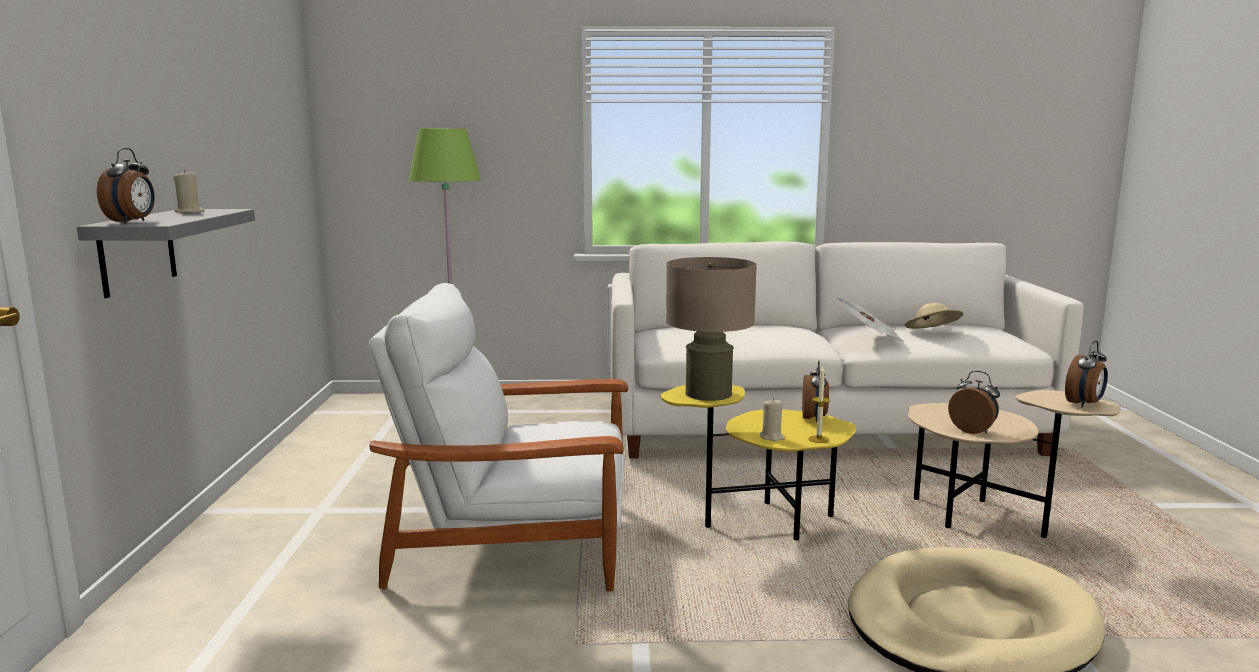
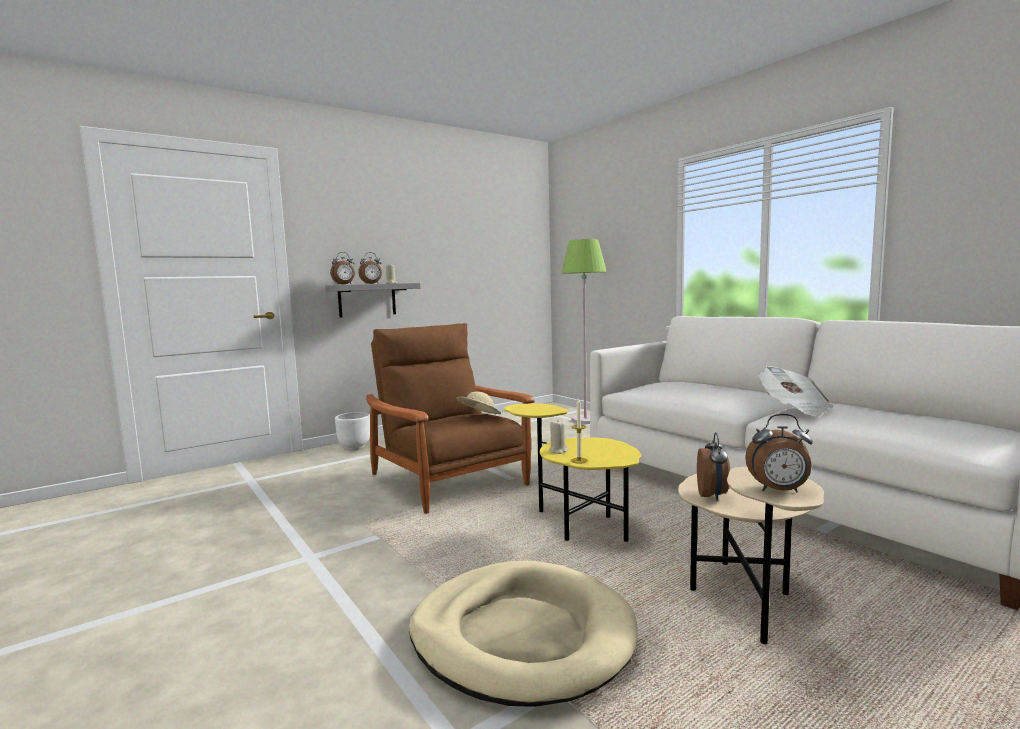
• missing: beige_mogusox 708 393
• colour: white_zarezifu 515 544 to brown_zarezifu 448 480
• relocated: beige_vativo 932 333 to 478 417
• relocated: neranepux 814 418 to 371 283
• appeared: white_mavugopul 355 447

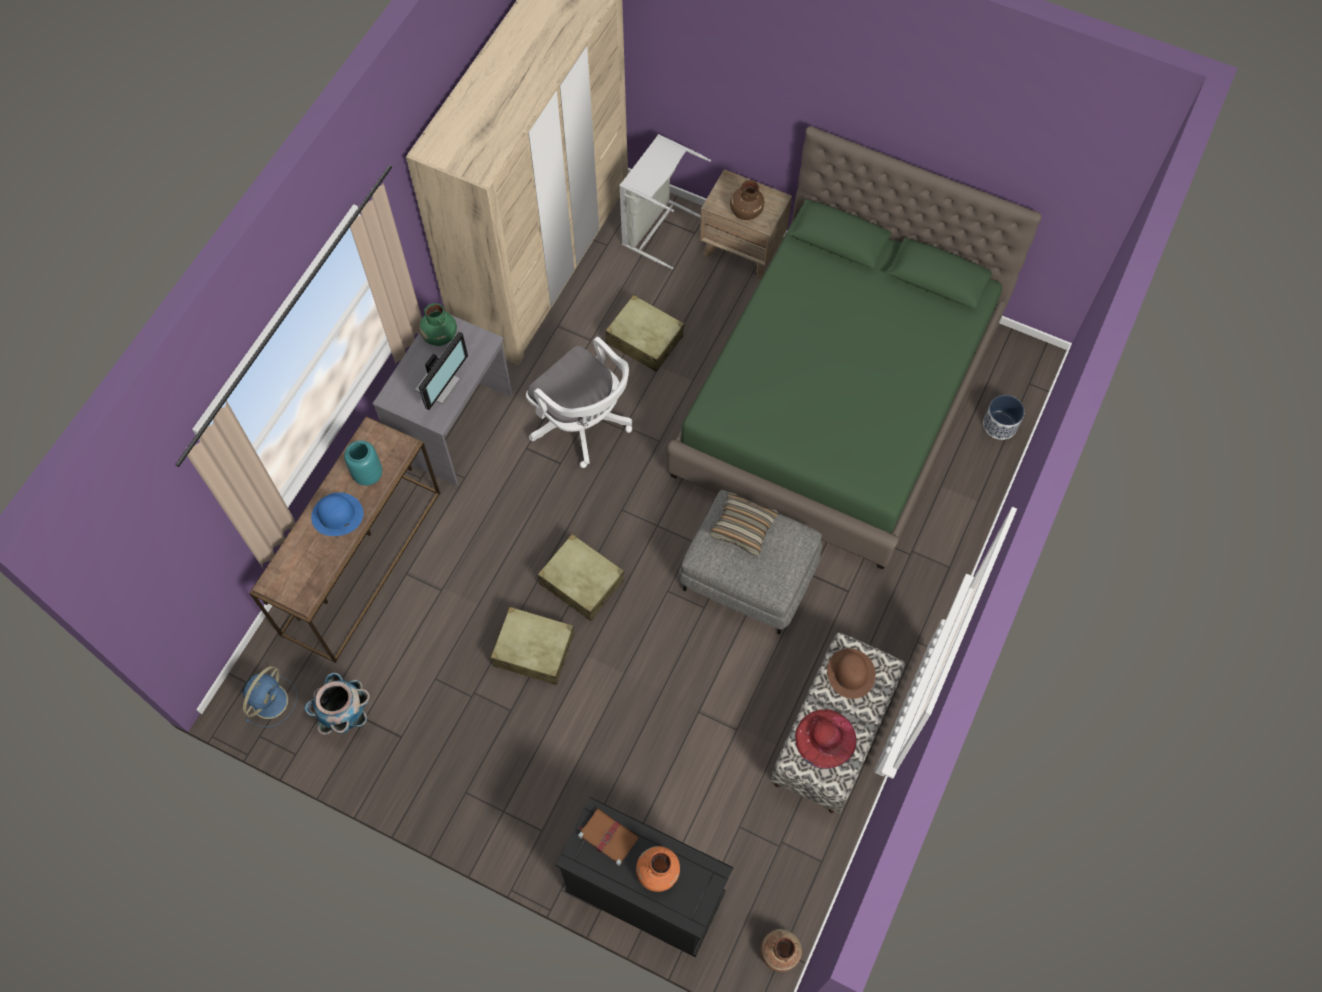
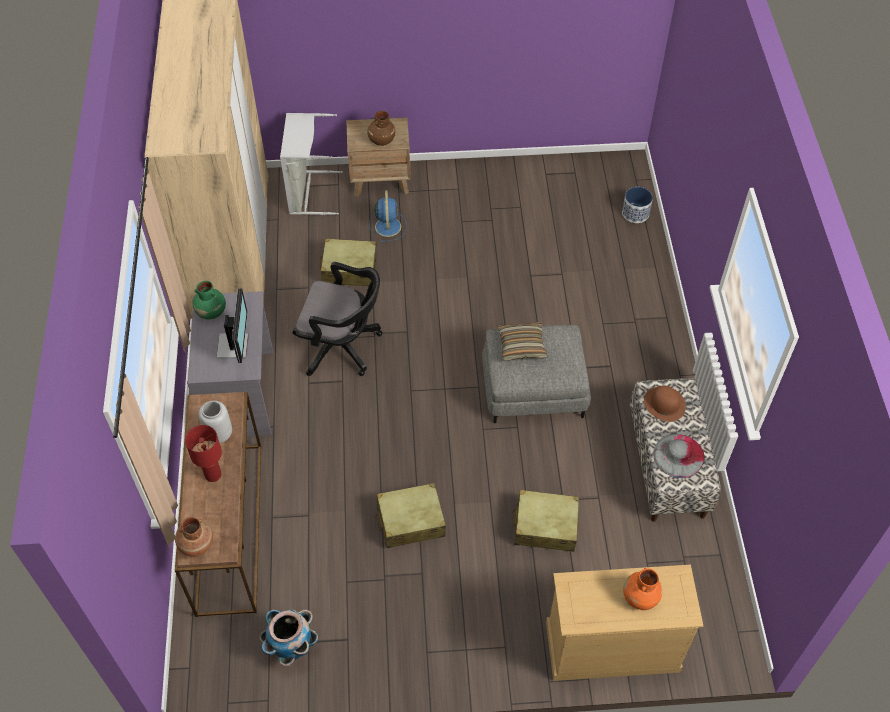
• missing: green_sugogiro 836 400
• colour: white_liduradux 584 425 to black_liduradux 342 346
• colour: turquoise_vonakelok 369 474 to grey_vonakelok 219 434
• exchanged: blue_vativo 337 515 to red_mogusox 213 475
• relocated: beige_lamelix 581 582 to 545 526
• relocated: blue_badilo 271 700 to 388 226
• colour: red_vativo 825 738 to grey_vativo 678 455
• colour: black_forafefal 645 891 to beige_forafefal 611 646
• missing: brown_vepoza 607 836
• relocated: brown_vonakelok 779 952 to 196 544

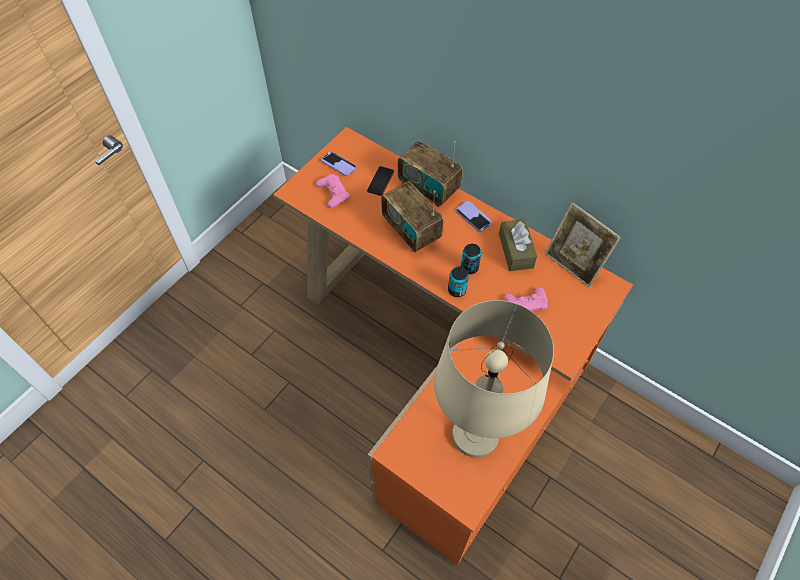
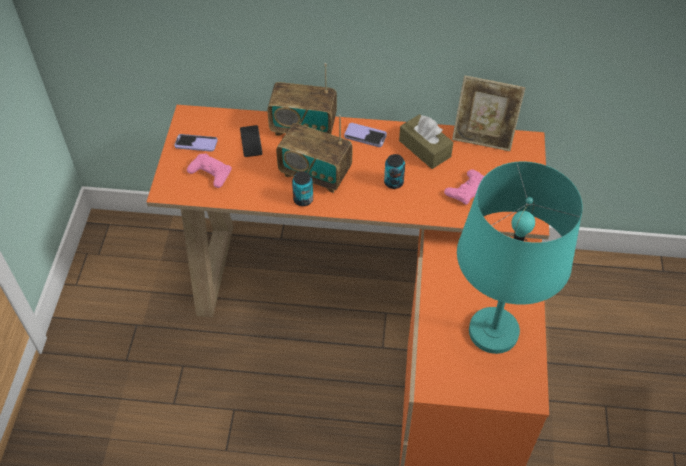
• relocated: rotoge 457 290 to 303 199
• colour: beige_mogusox 475 434 to turquoise_mogusox 493 331

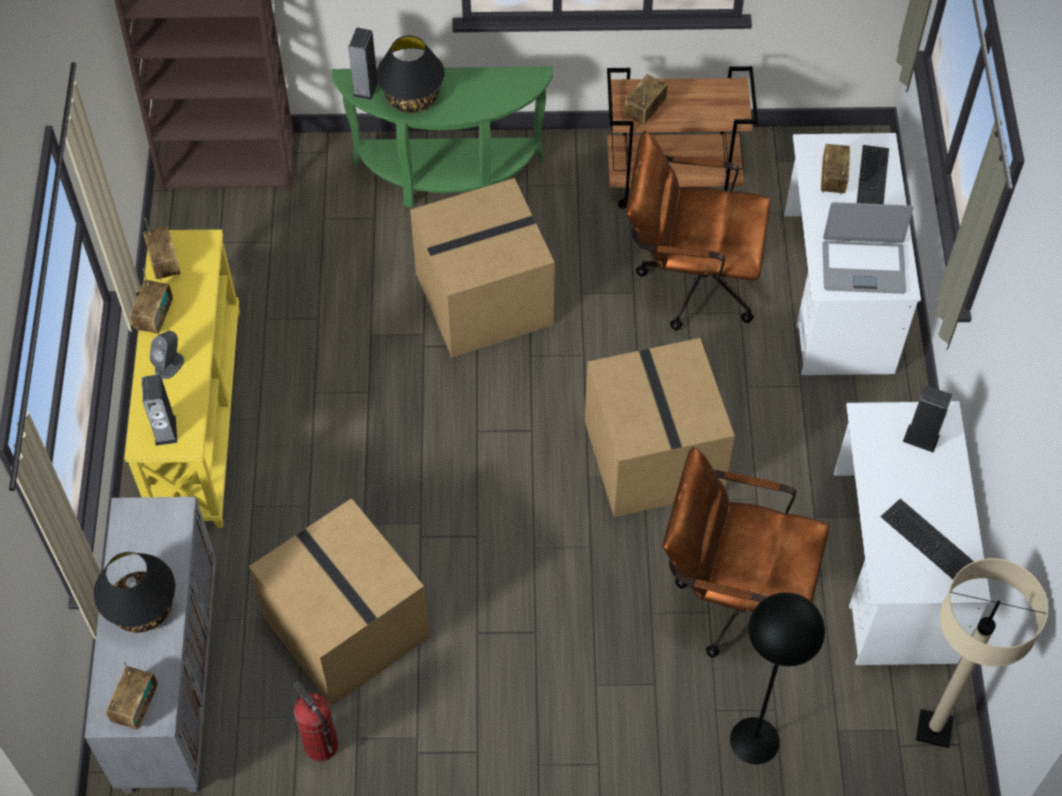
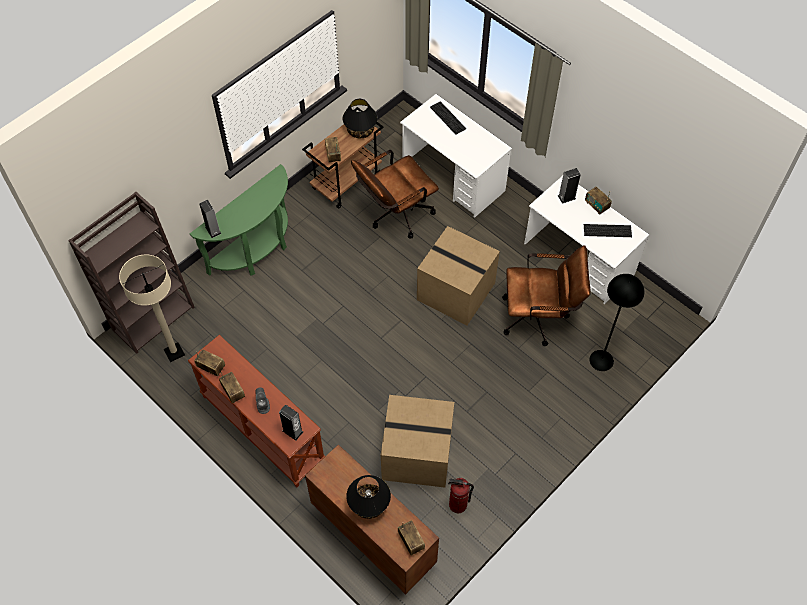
• relocated: black_mogusox 412 97 to 360 130
• relocated: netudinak 833 179 to 596 206
• missing: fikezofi 483 301
• missing: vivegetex 863 266
• colour: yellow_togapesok 196 415 to brown_togapesok 261 429
• spun: brown_liduradux 733 597 = 539 317 150 degrees counterclockwise
• colour: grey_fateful 169 679 to brown_fateful 372 536
• relocated: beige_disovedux 934 729 to 174 352

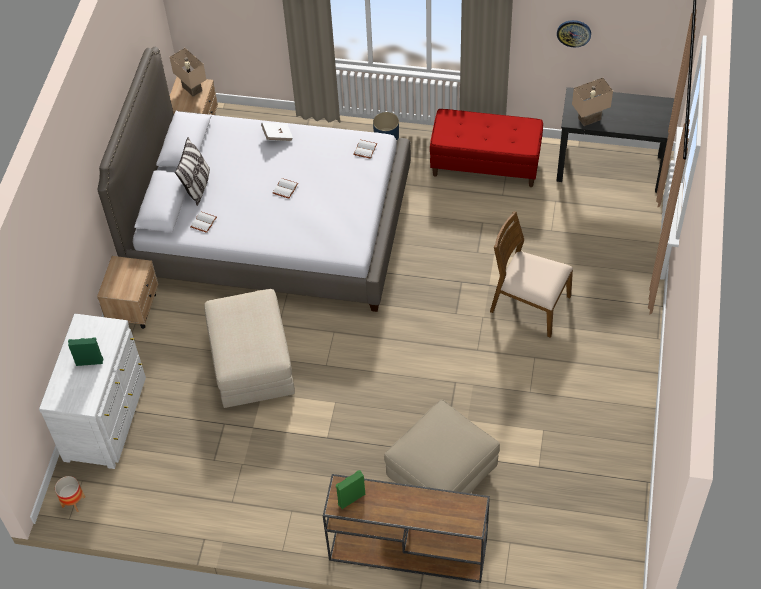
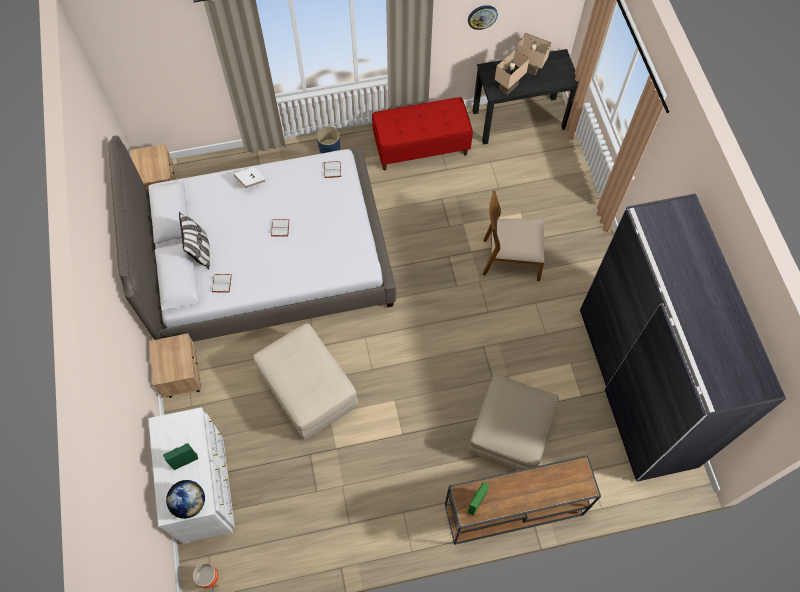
• relocated: beige_mogusox 191 89 to 528 69
• appeared: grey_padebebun 636 386
• appeared: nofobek 189 503

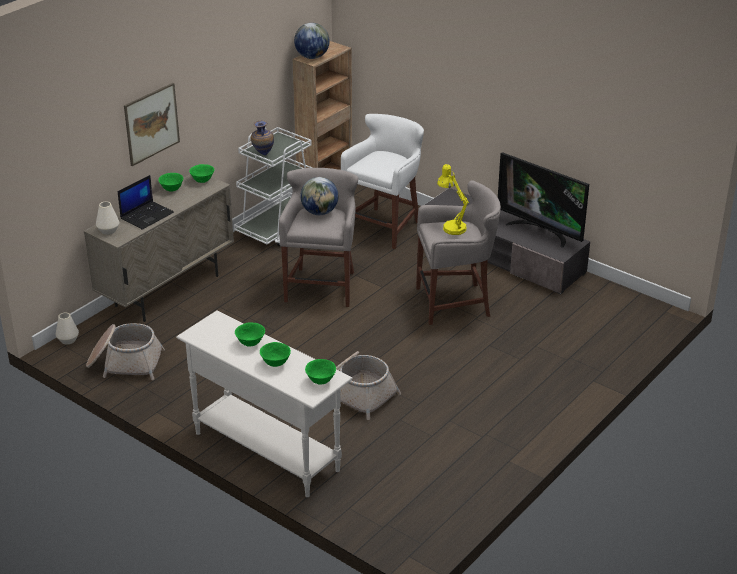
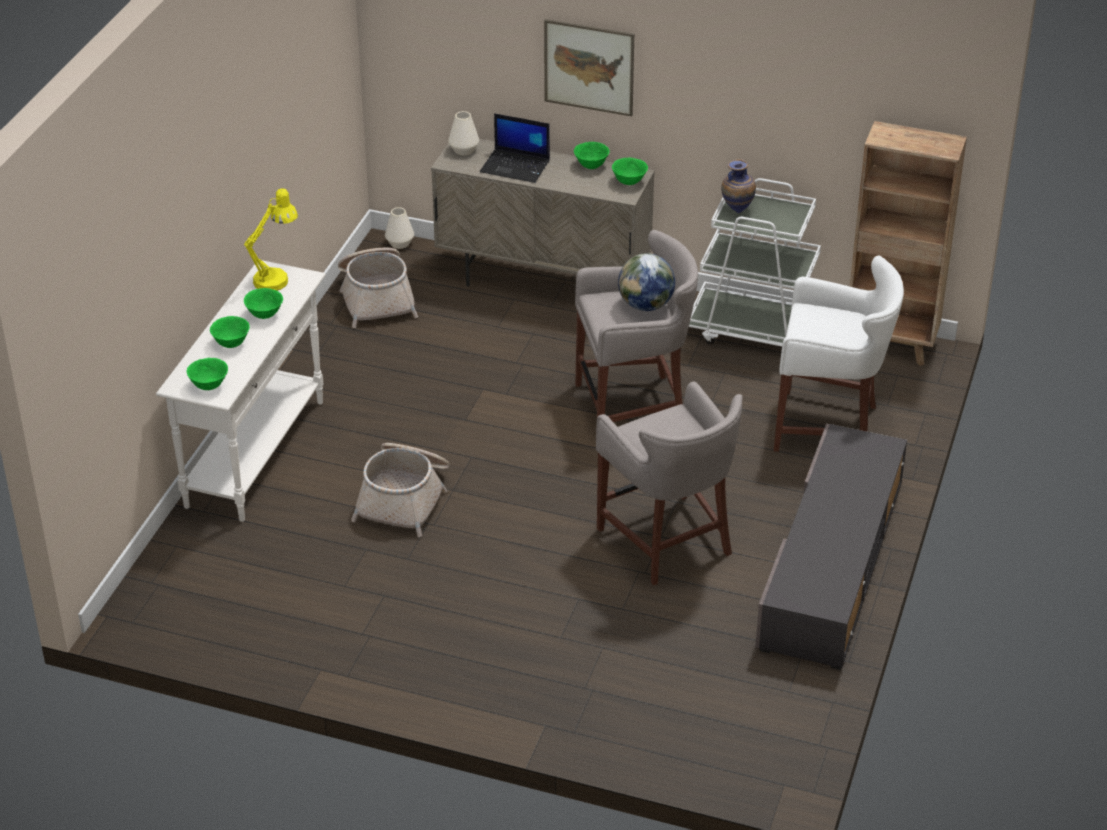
• missing: nofobek 312 57
• missing: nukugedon 541 231
• relocated: yellow_mogusox 451 226 to 276 278

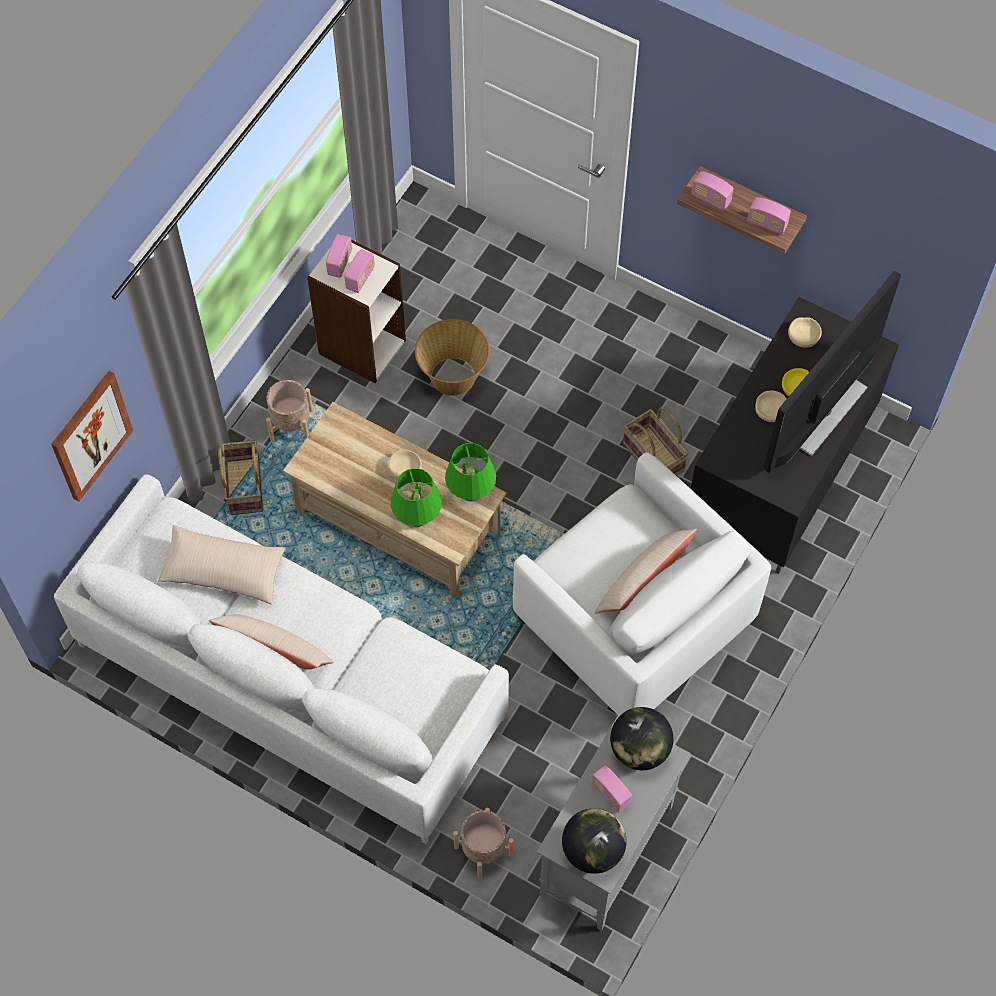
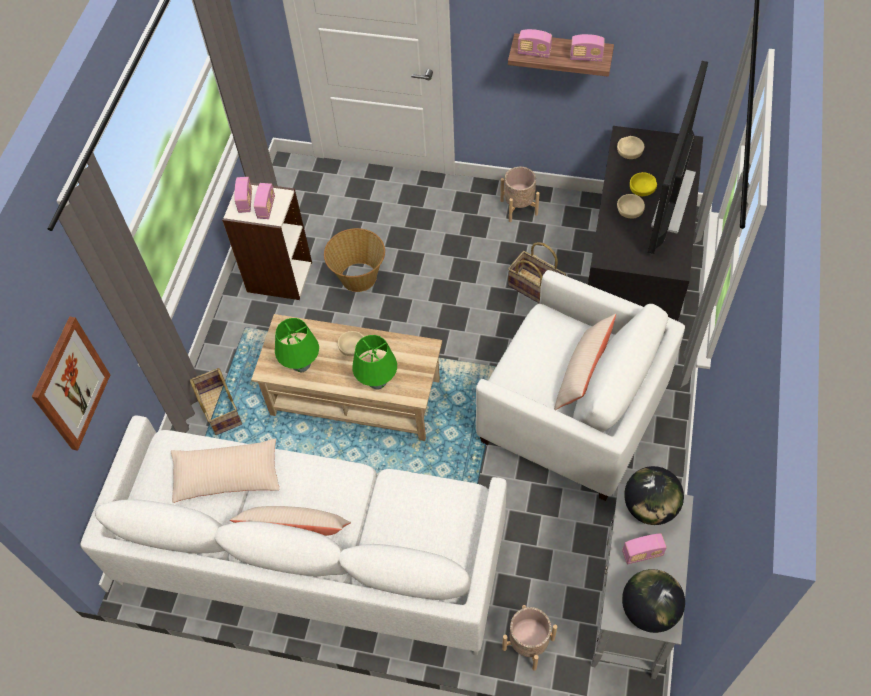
• relocated: beige_mavugopul 291 425 to 519 207
• relocated: green_mogusox 470 494 to 301 366
• spun: netudinak 610 793 = 642 554 45 degrees counterclockwise

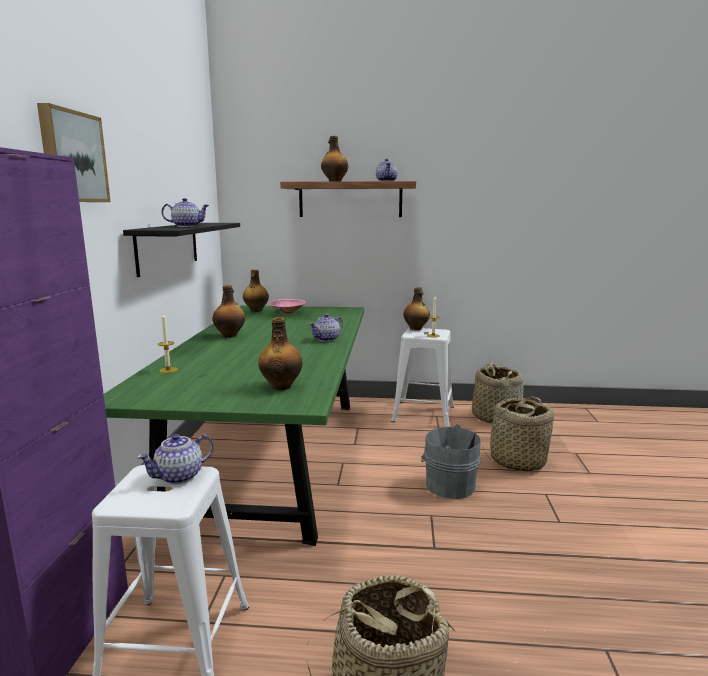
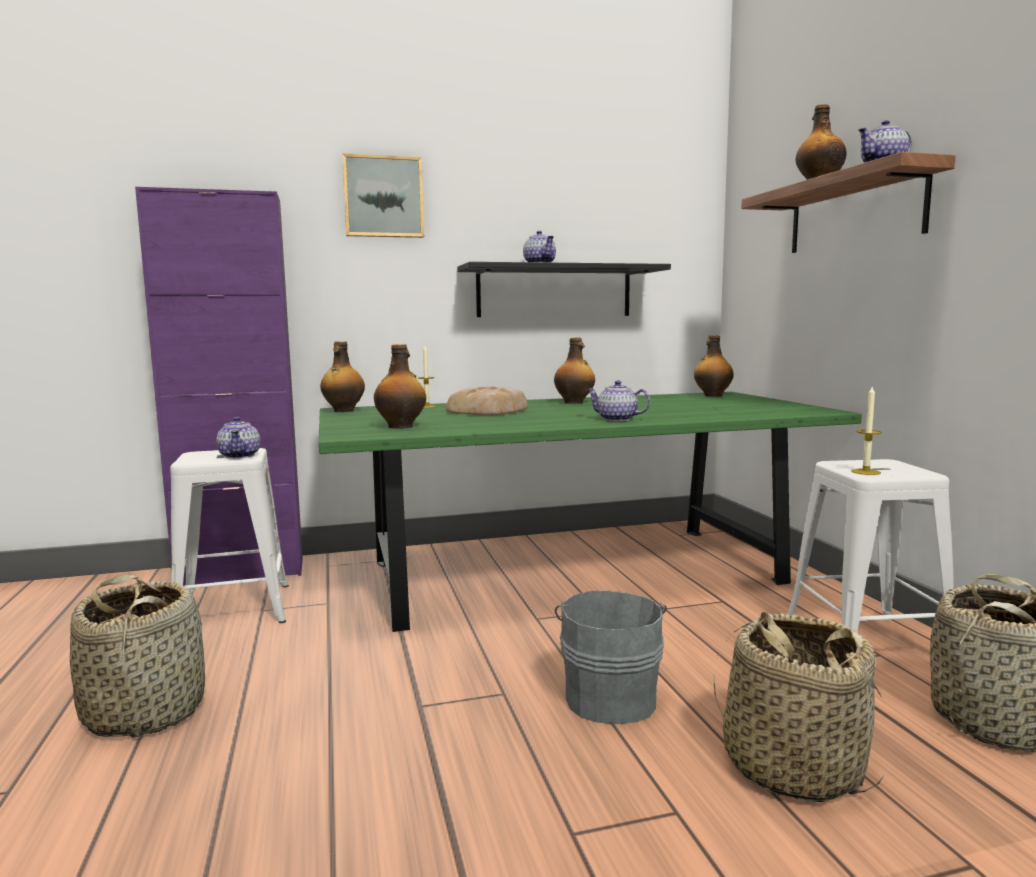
• relocated: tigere 416 329 to 343 411
• missing: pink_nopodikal 287 313
• spun: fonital 180 476 = 240 456 135 degrees counterclockwise
• appeared: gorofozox 489 411

